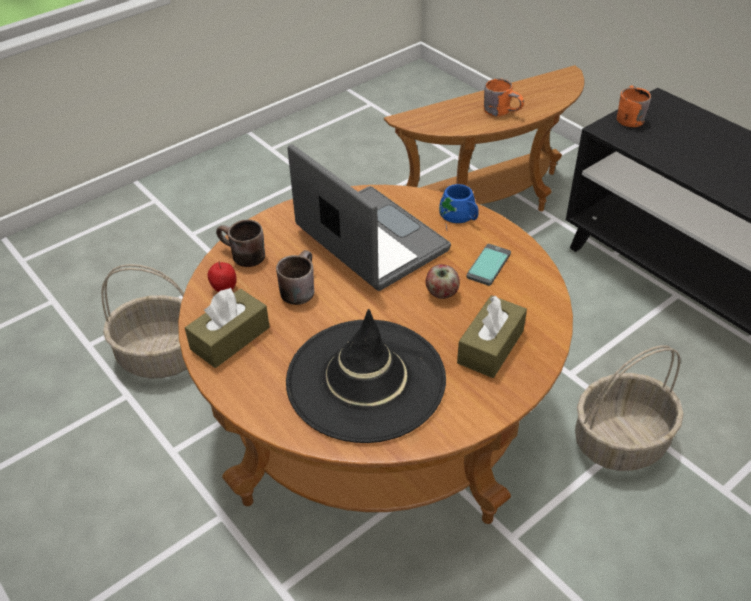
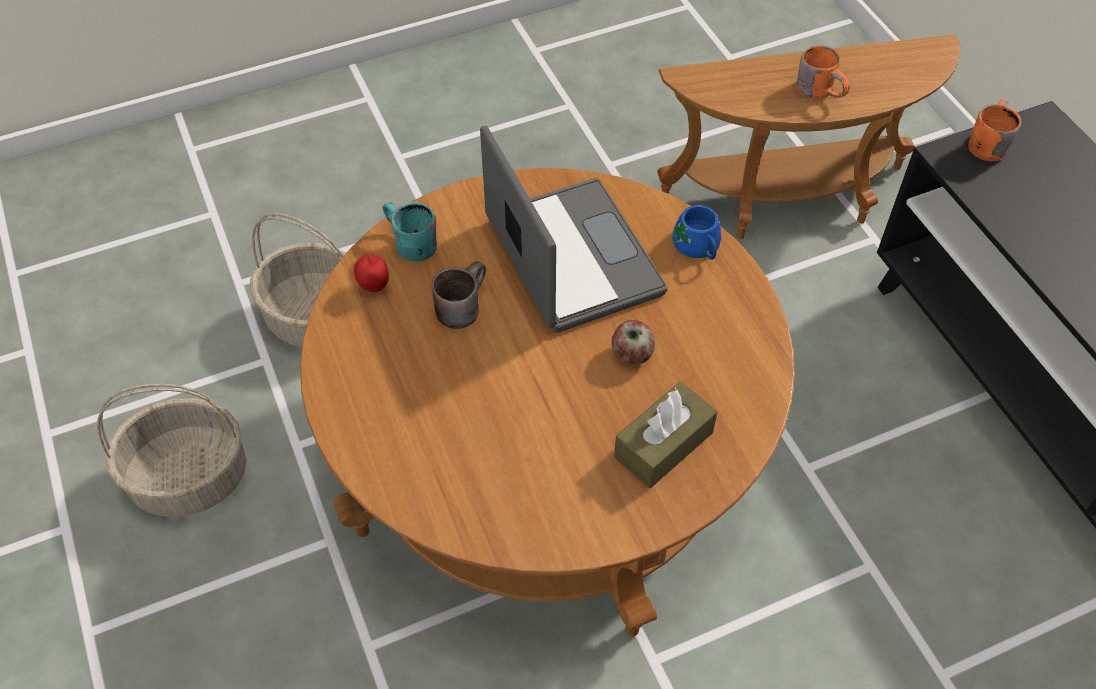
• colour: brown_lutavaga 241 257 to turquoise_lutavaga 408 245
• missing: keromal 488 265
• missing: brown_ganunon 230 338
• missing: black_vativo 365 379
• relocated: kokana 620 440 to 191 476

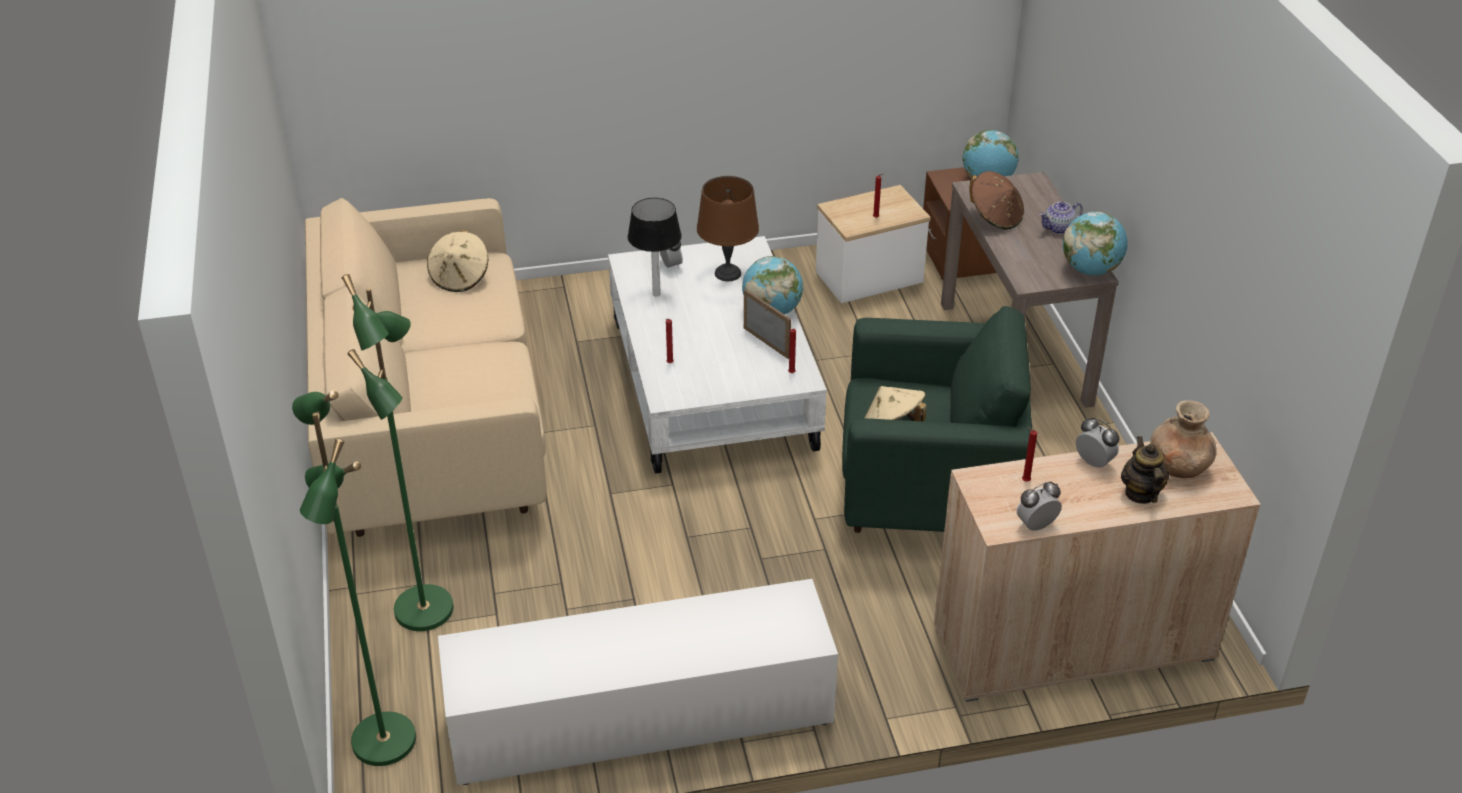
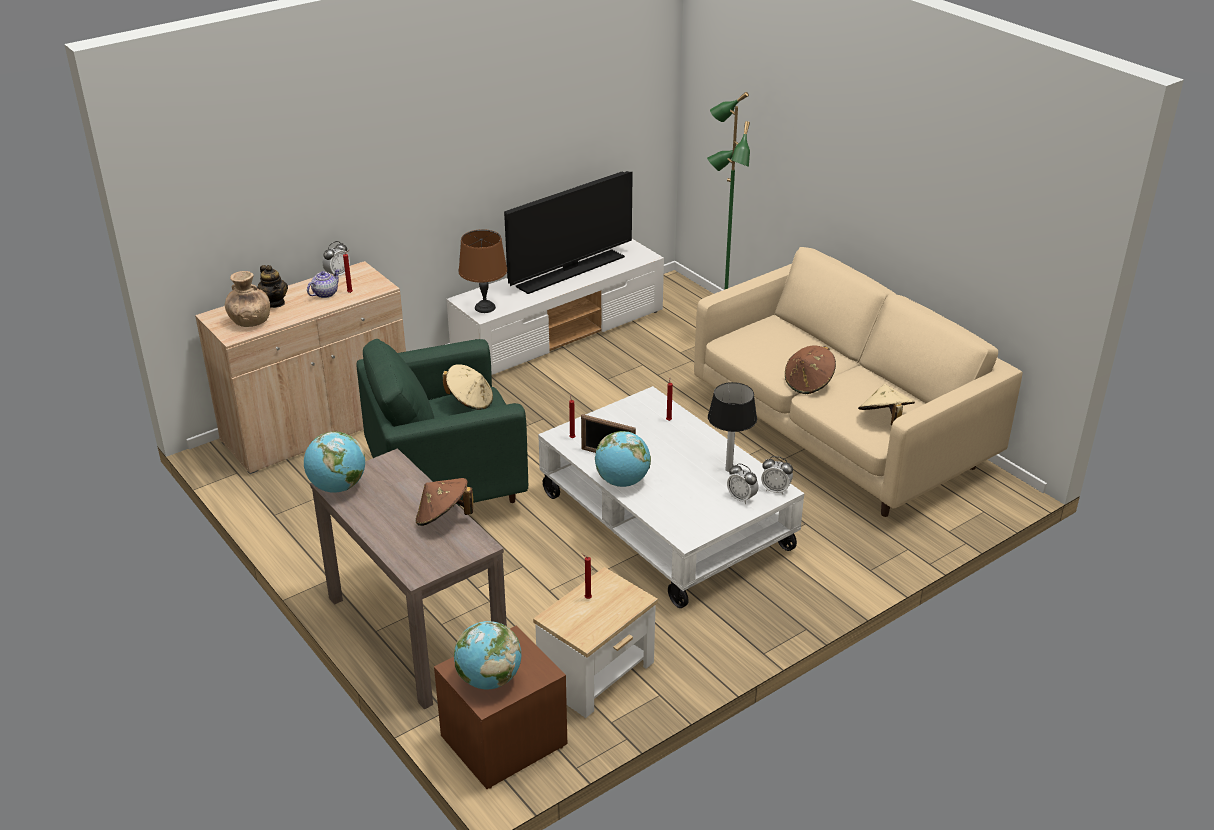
• relocated: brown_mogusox 728 274 to 484 307
• relocated: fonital 1059 228 to 325 294
• missing: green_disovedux 381 740
• relocated: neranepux 1093 462 to 775 490
• appeared: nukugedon 570 271
• appeared: brown_vativo 809 383

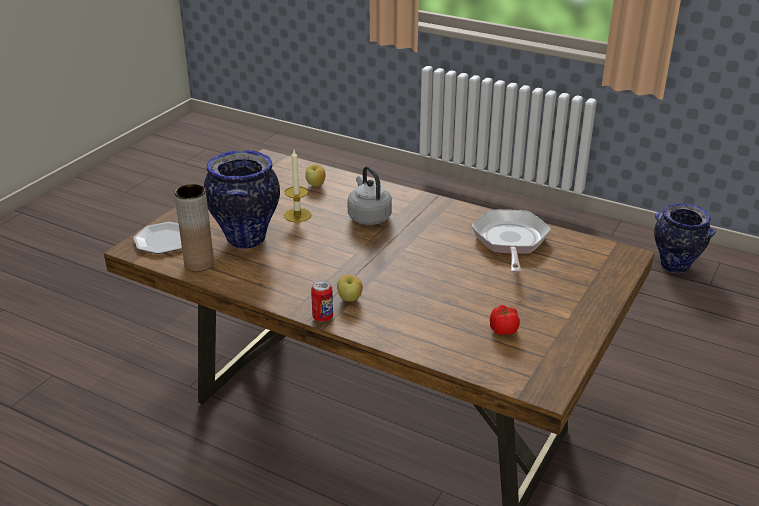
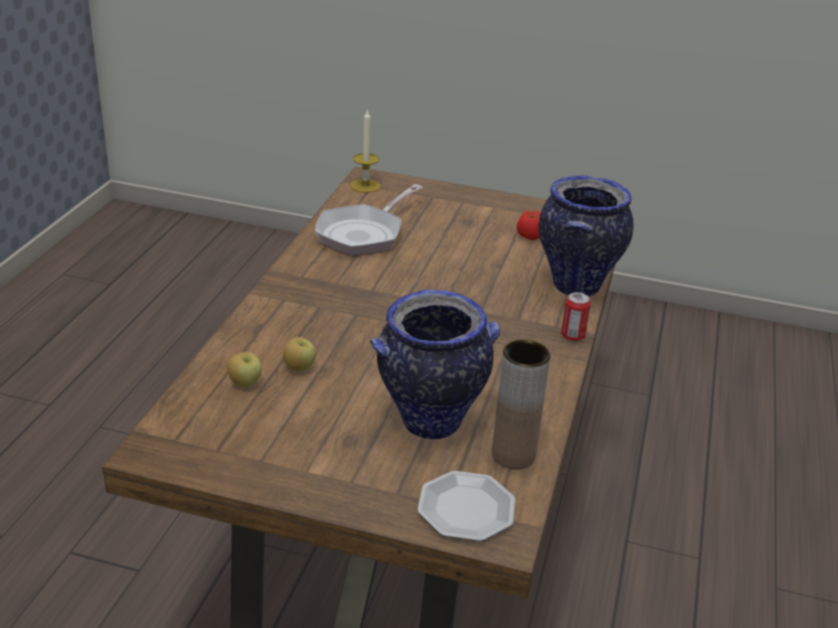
• relocated: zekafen 297 215 to 365 186
• missing: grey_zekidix 368 217
• relocated: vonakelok 675 266 to 576 285
• spun: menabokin 510 242 = 364 234 45 degrees counterclockwise
• relocated: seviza 350 299 to 299 368

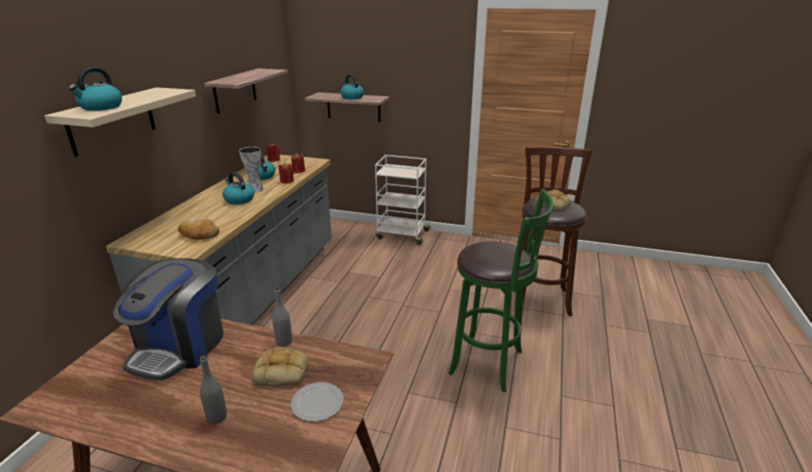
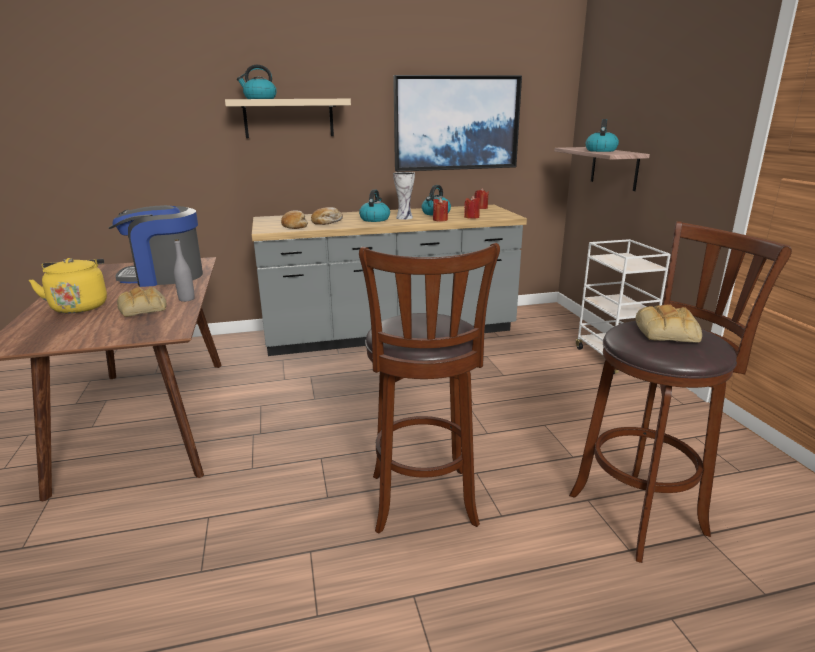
• exchanged: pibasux 235 90 to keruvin 456 123
• colour: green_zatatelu 490 363 to brown_zatatelu 423 504
• exchanged: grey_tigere 217 417 to yellow_zekidix 80 306
• missing: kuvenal 316 403
• appeared: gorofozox 327 222

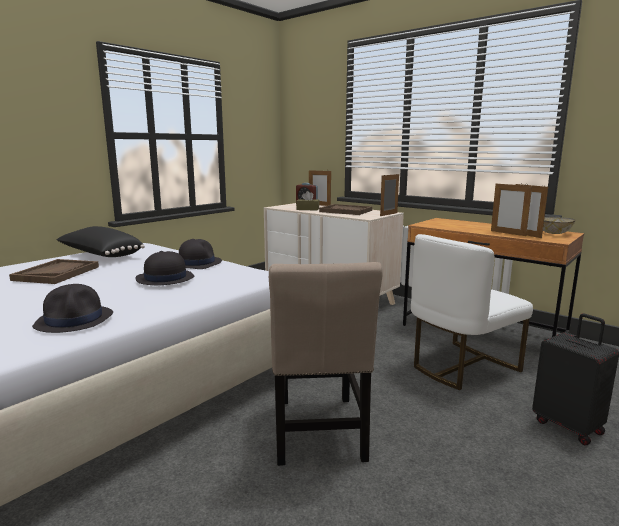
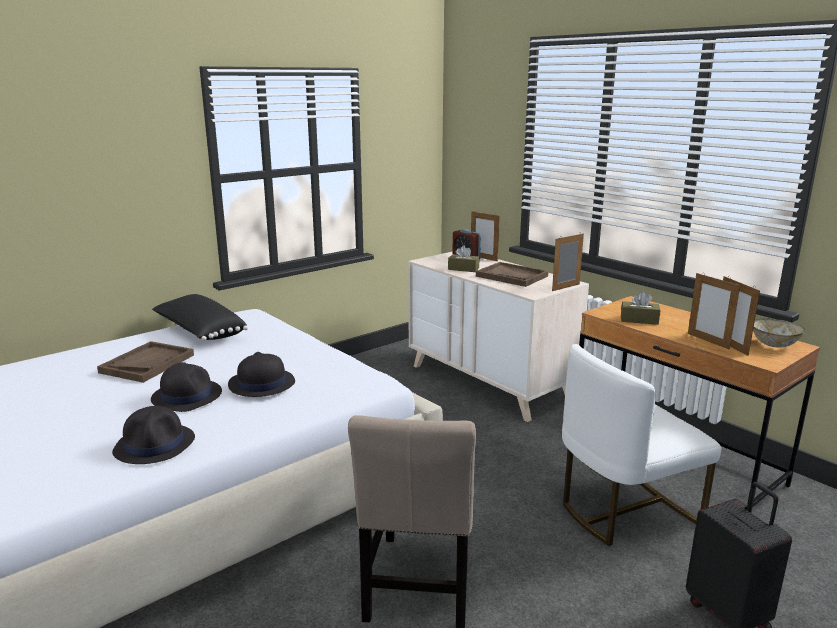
• relocated: black_vativo 196 263 to 187 396
• appeared: brown_ganunon 639 320

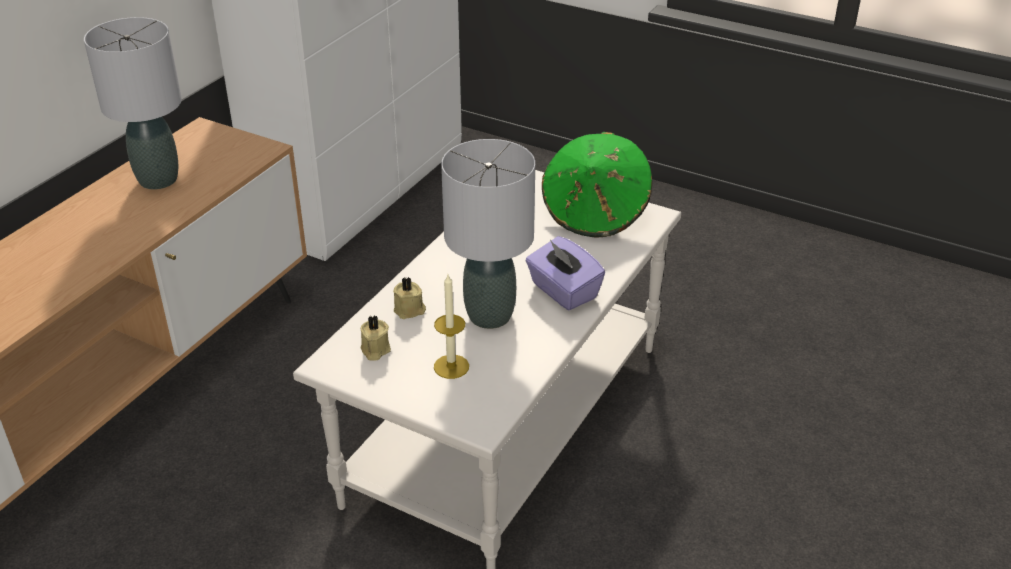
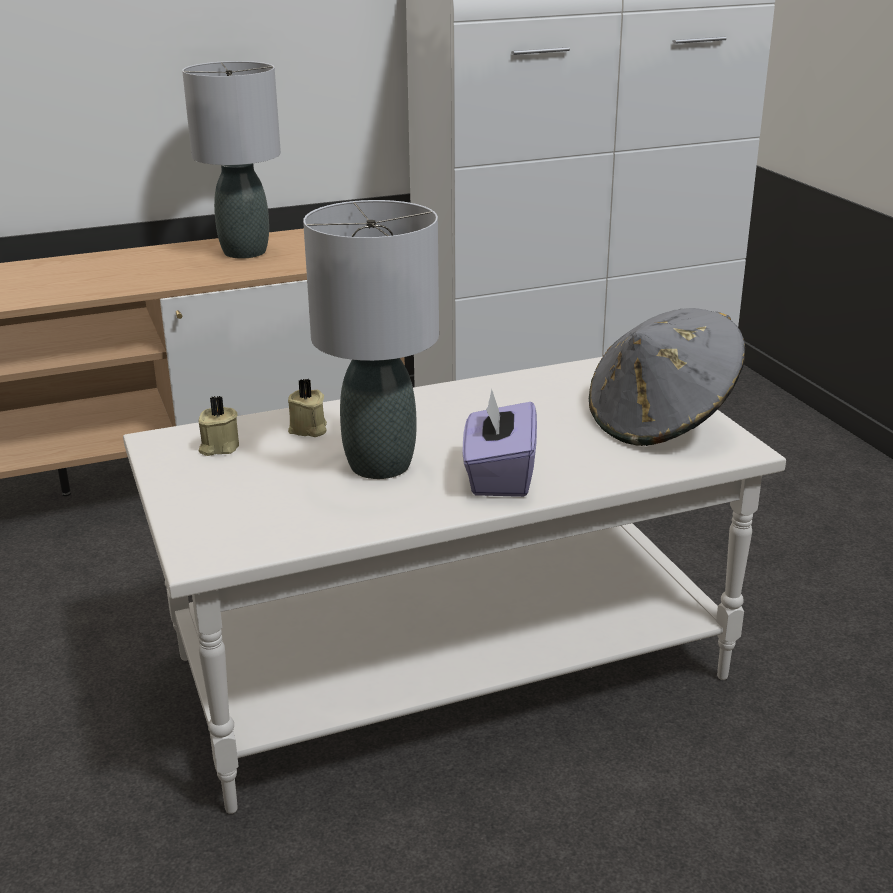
• colour: green_vativo 595 213 to grey_vativo 661 421
• missing: zekafen 451 366

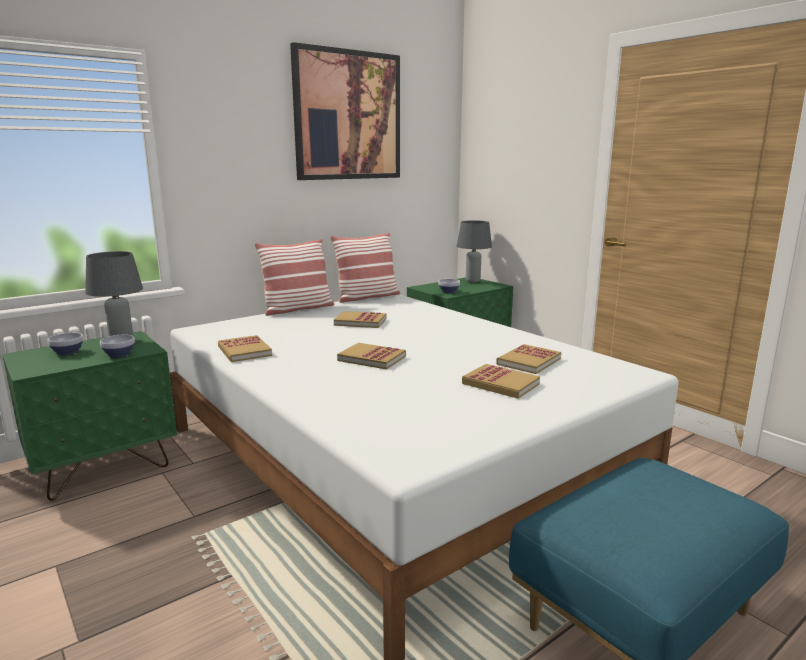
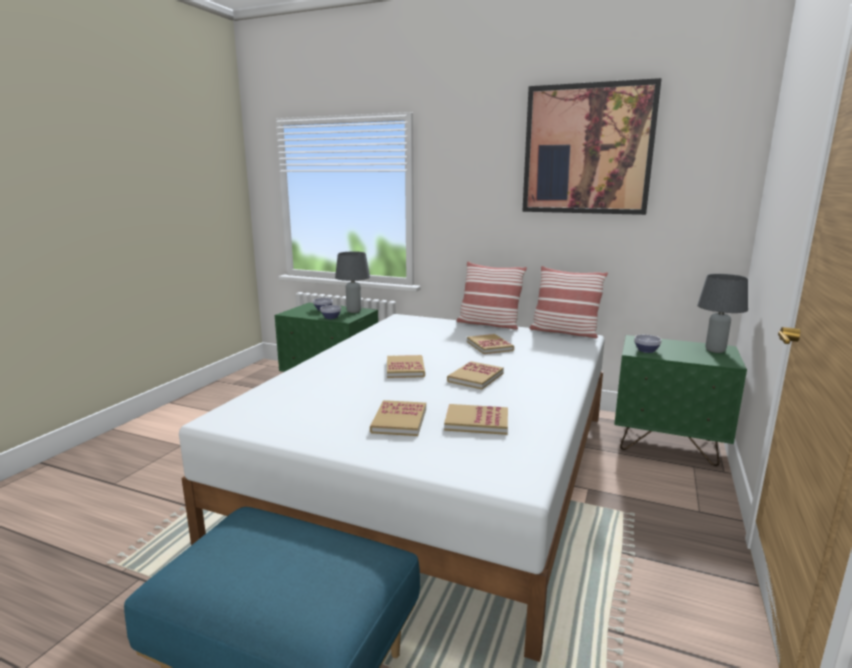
• relocated: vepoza 244 351 to 475 377

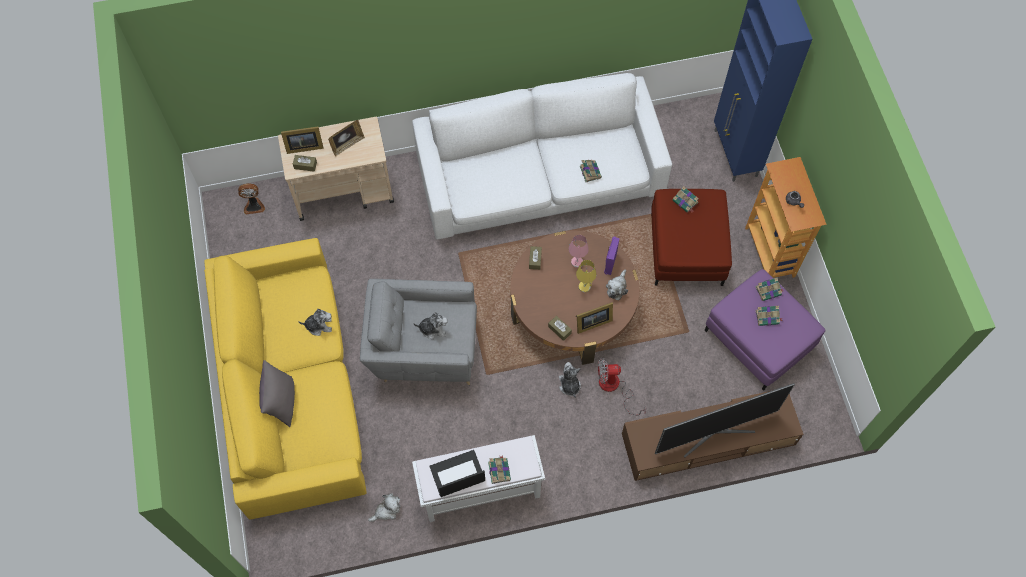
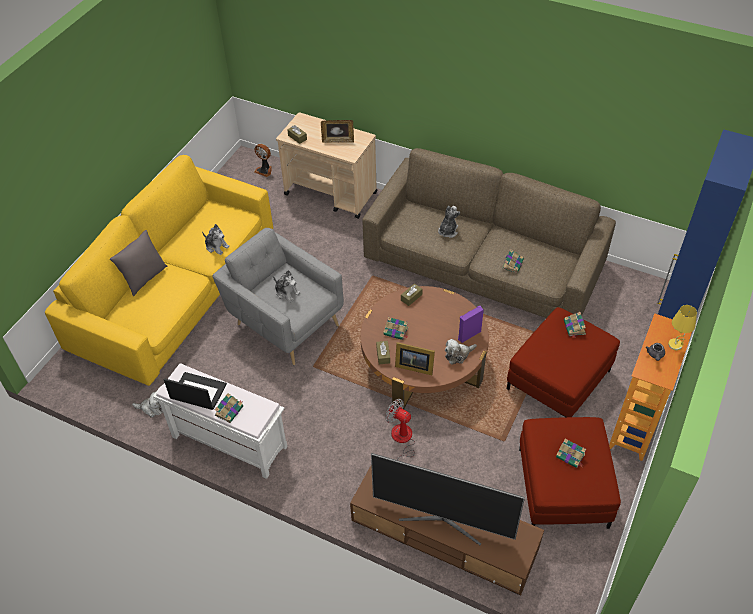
• colour: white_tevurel 540 175 to brown_tevurel 483 261
• missing: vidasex 303 146
• missing: pink_mogusox 577 262
• relocated: yellow_mogusox 585 286 to 675 345
• colour: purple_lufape 757 339 to red_lufape 562 487
• relocated: vepoza 768 291 to 396 331
• relocated: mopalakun 569 385 to 448 231

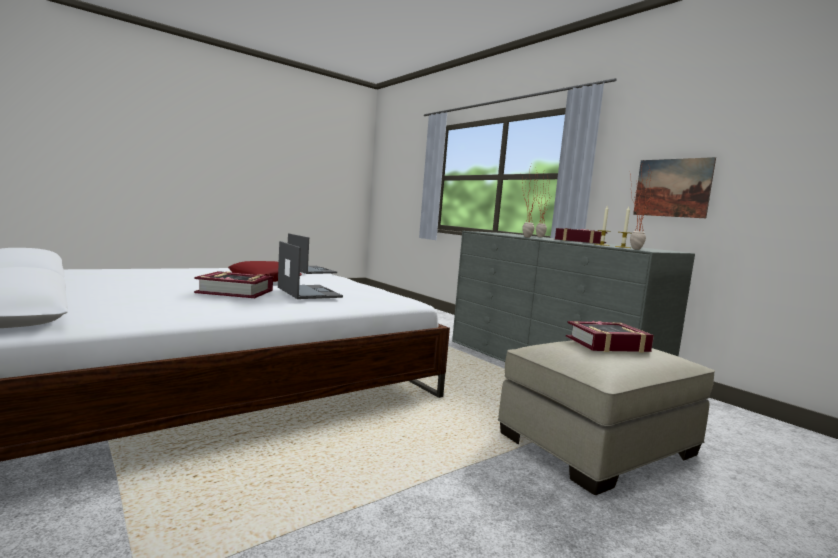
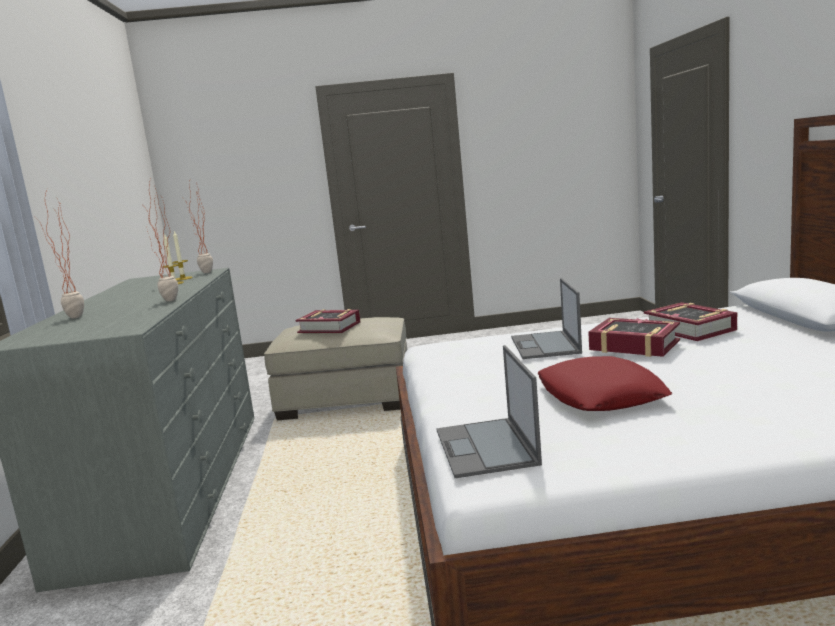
• missing: keruvin 672 188
• relocated: vepoza 580 241 to 690 329

